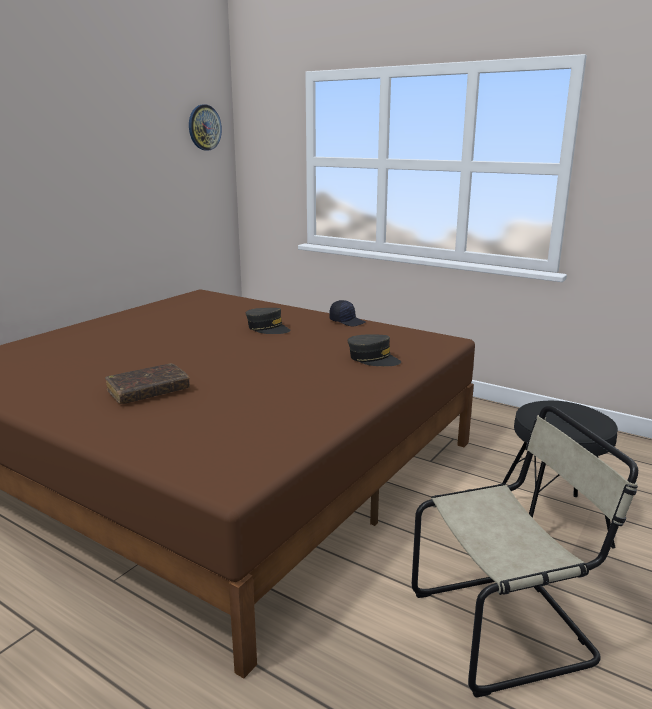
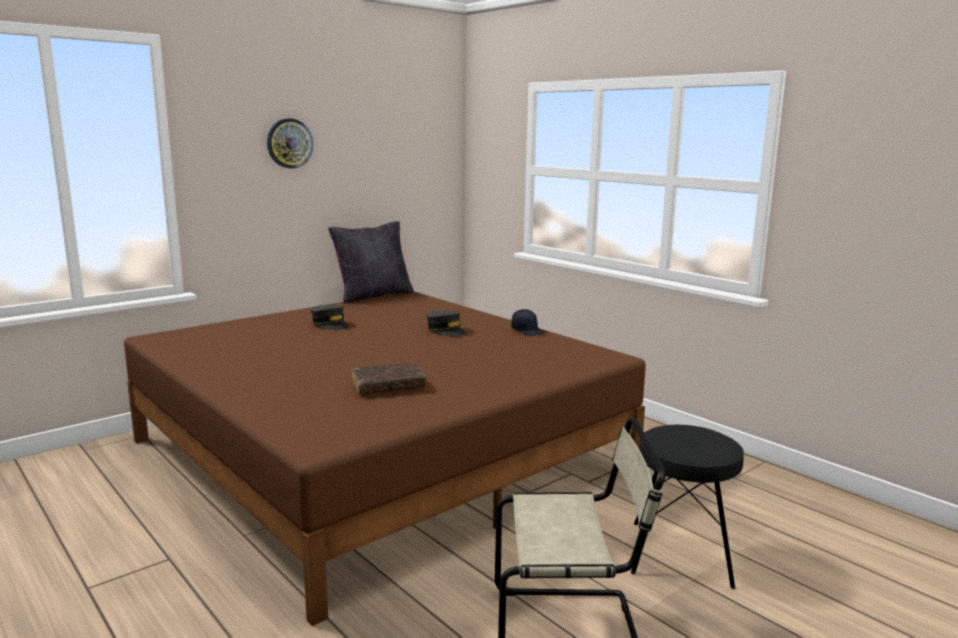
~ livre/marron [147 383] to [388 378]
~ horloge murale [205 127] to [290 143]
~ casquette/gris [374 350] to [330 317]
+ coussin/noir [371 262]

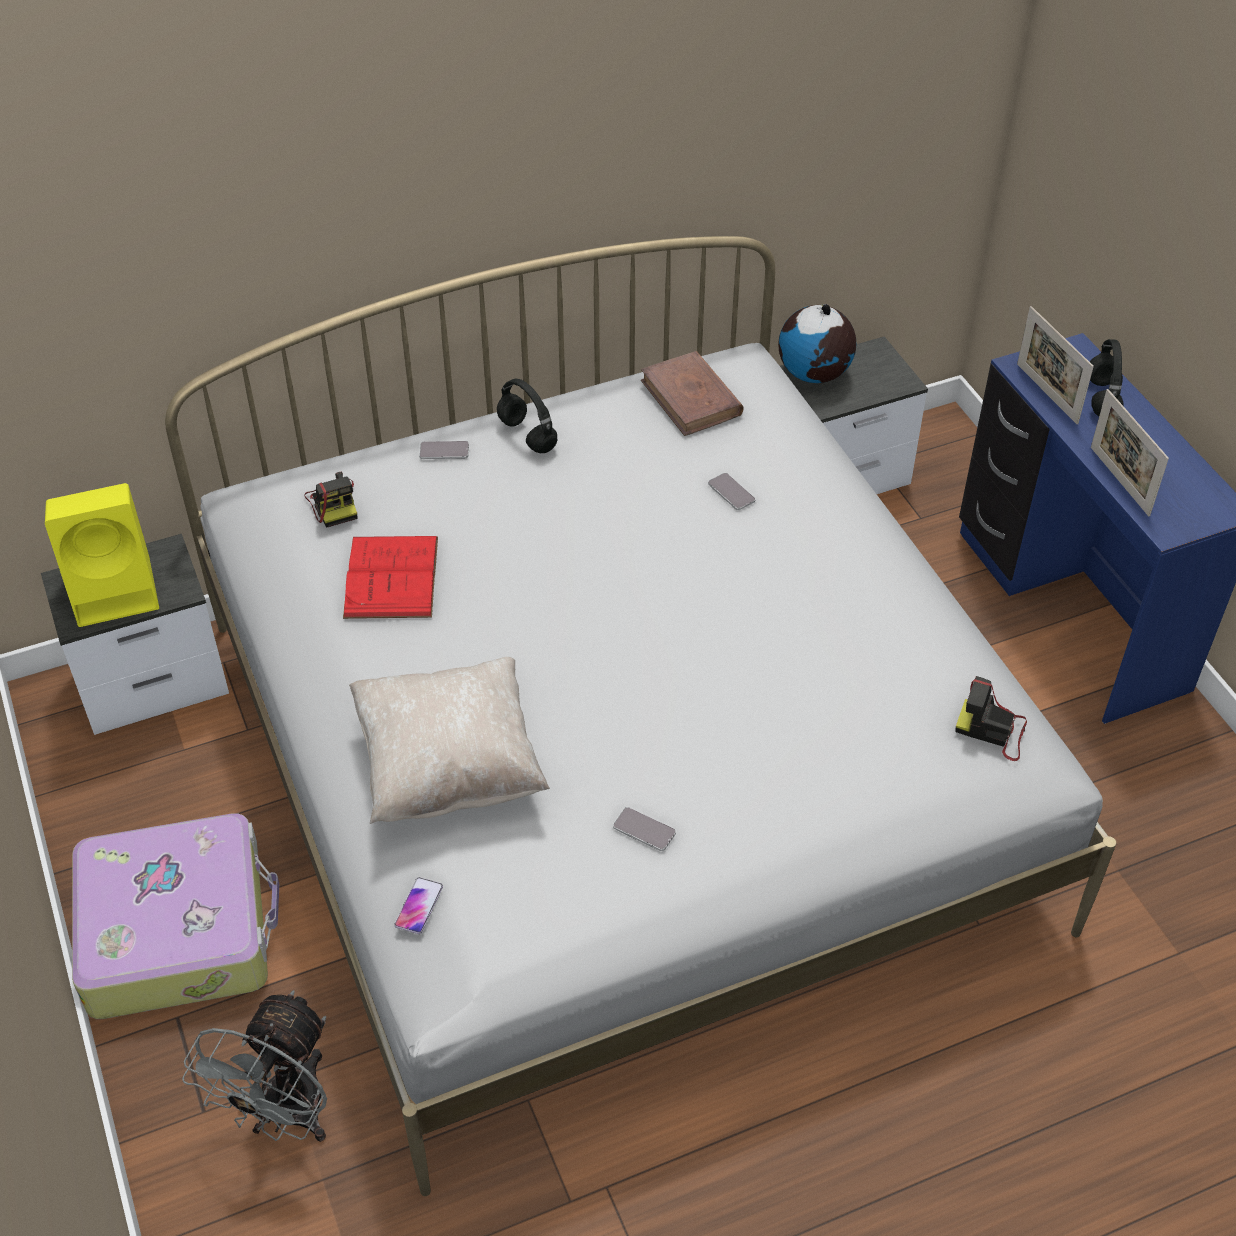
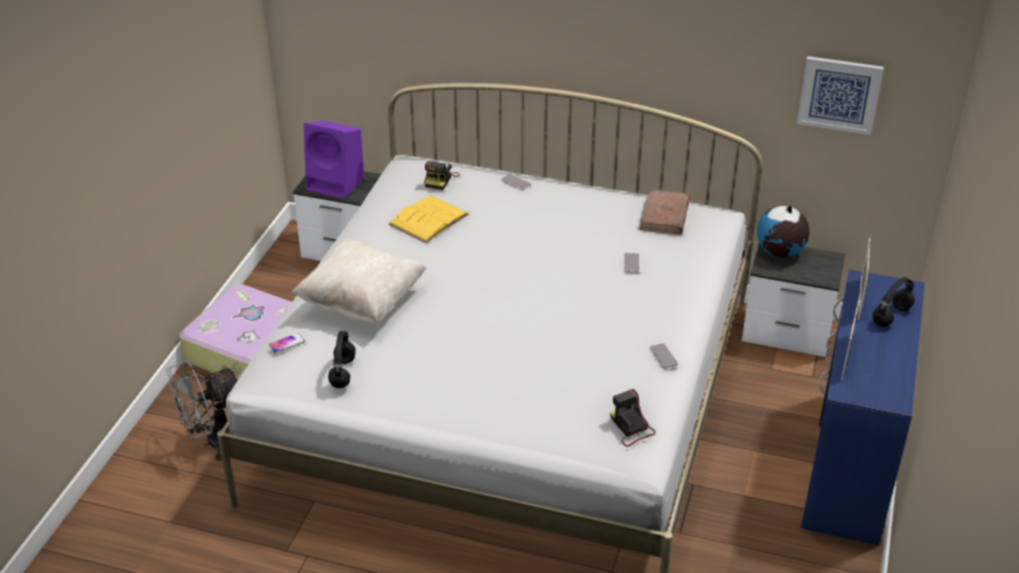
~ enceinte/jaune [102 555] to enceinte/violet [334 159]
~ livre/rouge [390 577] to livre/jaune [428 219]
~ casque audio/noir [527 416] to [342 359]
~ téléphone [644 829] to [664 355]
+ tableau [840 95]

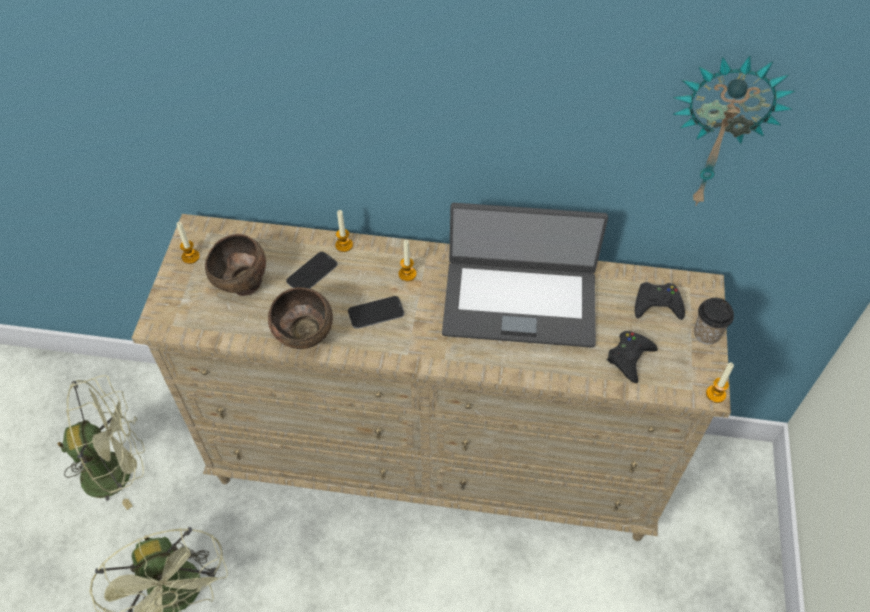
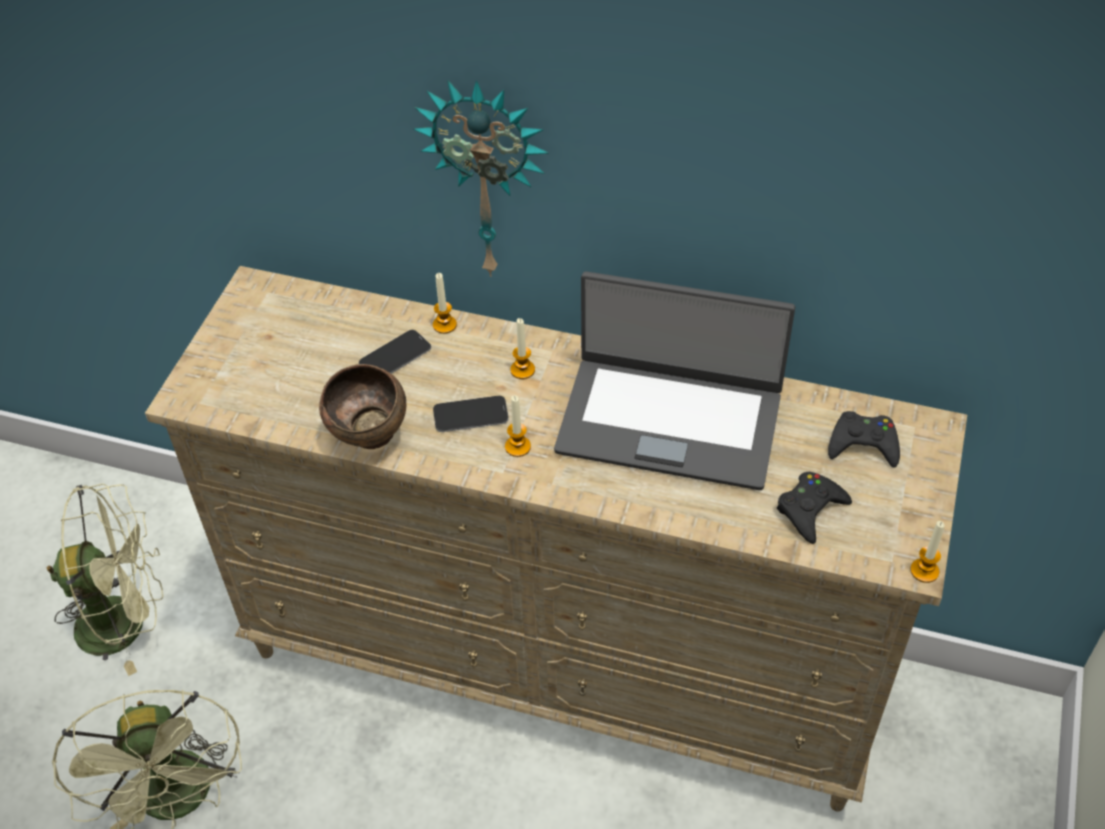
~ bougie [188 243] to [518 426]
- bol/marron [235 265]
~ horloge murale [734 131] to [481 178]
- tasse [714 321]

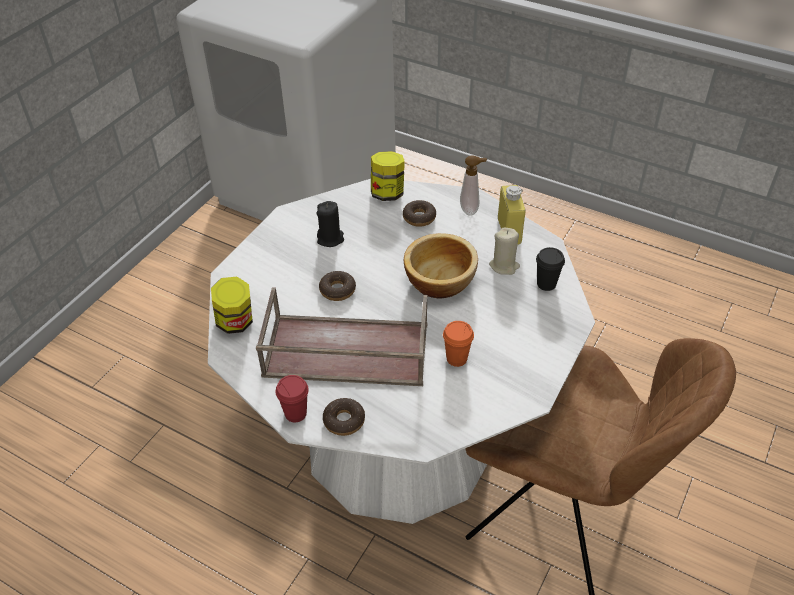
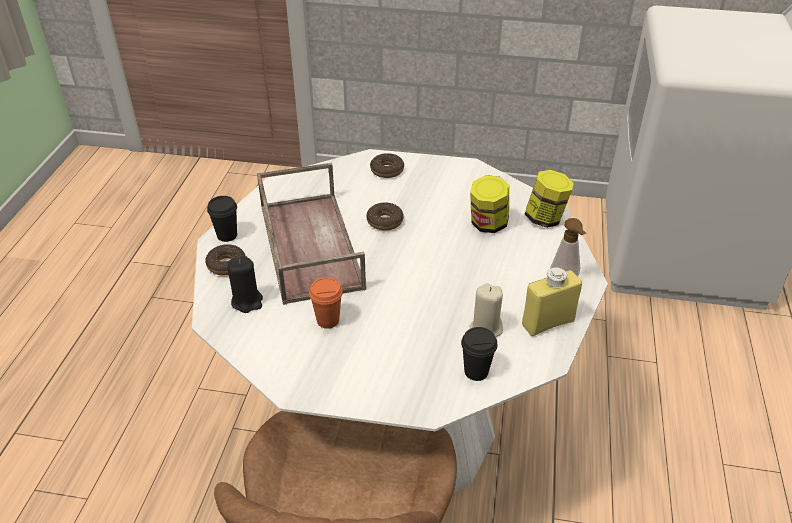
~ bocal [232 305] to [489 204]
~ tasse/rouge [292 398] to tasse/noir [222 219]
~ bougie/noir [330 224] to [245 284]
~ beignet [419 213] to [387 165]
- bol [441 266]

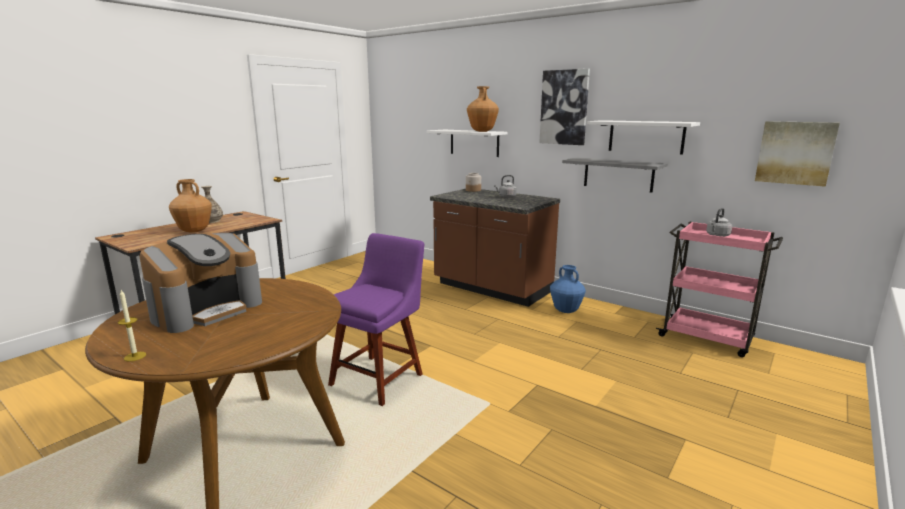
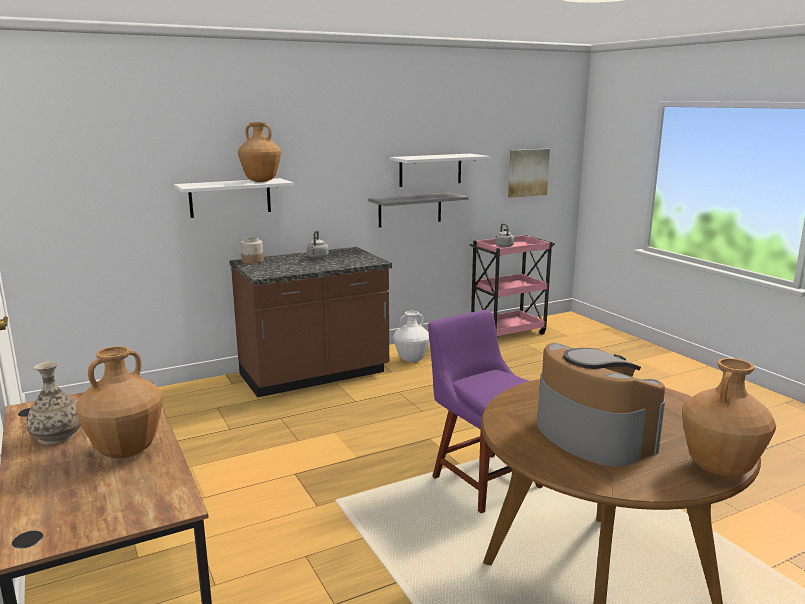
~ bougie [132 326] to vase/marron [729 417]
- tableau [564 107]
~ vase/bleu [568 289] to vase/blanc [411 336]

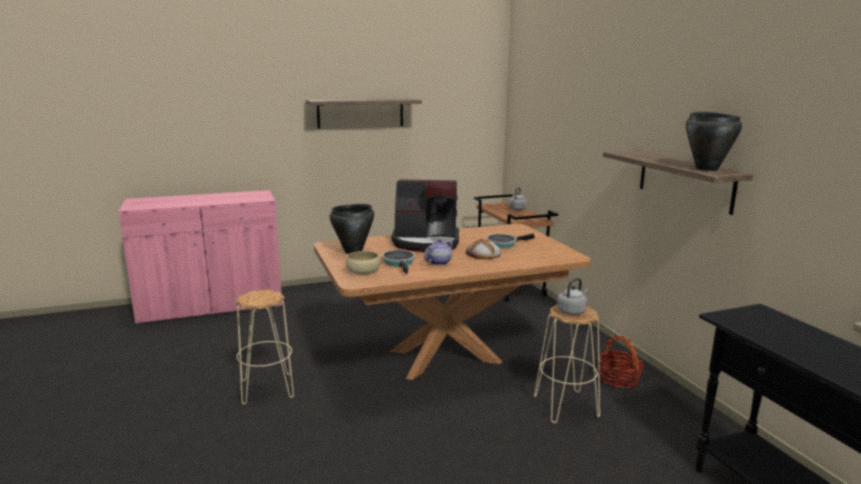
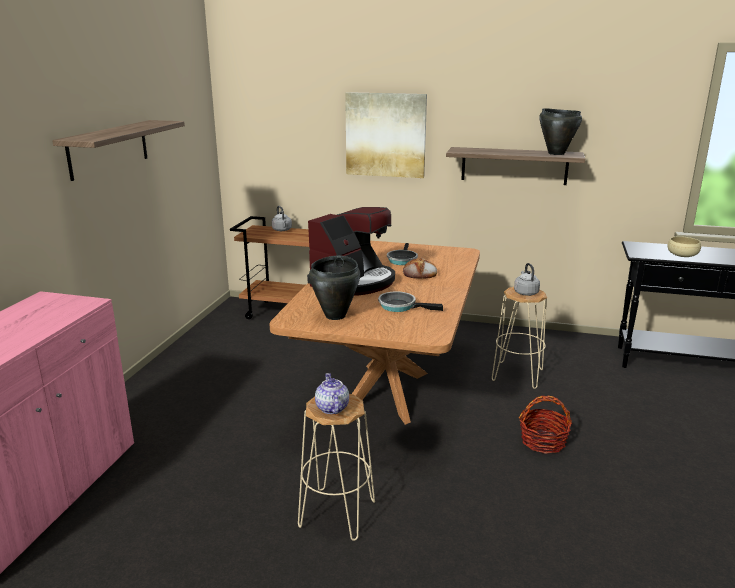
~ bol/beige [363 263] to [684 246]
~ théière [438 252] to [332 393]
~ panier [621 361] to [545 425]
+ tableau [386 135]

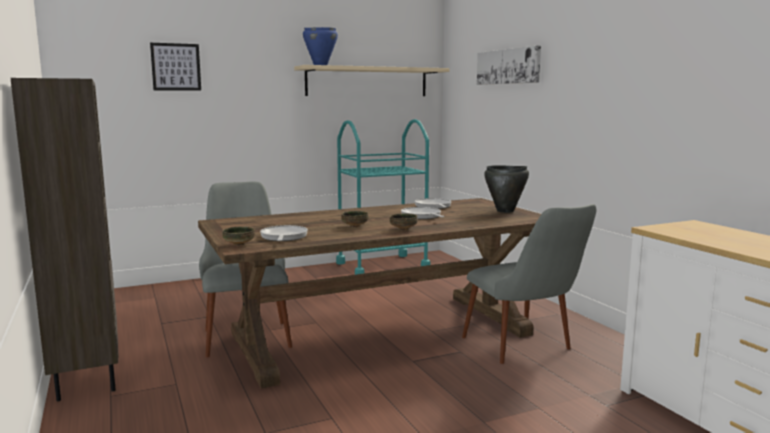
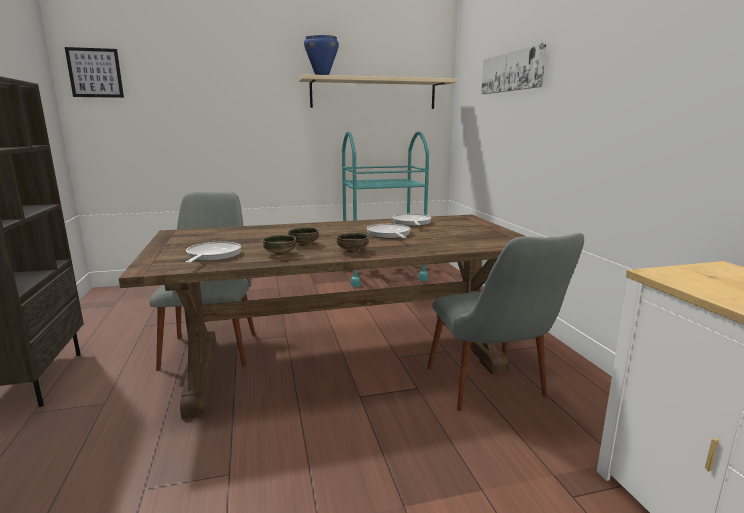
~ tableau [175 67] to [94 72]
~ bol [238 236] to [279 245]
- marmite/noir [506 189]

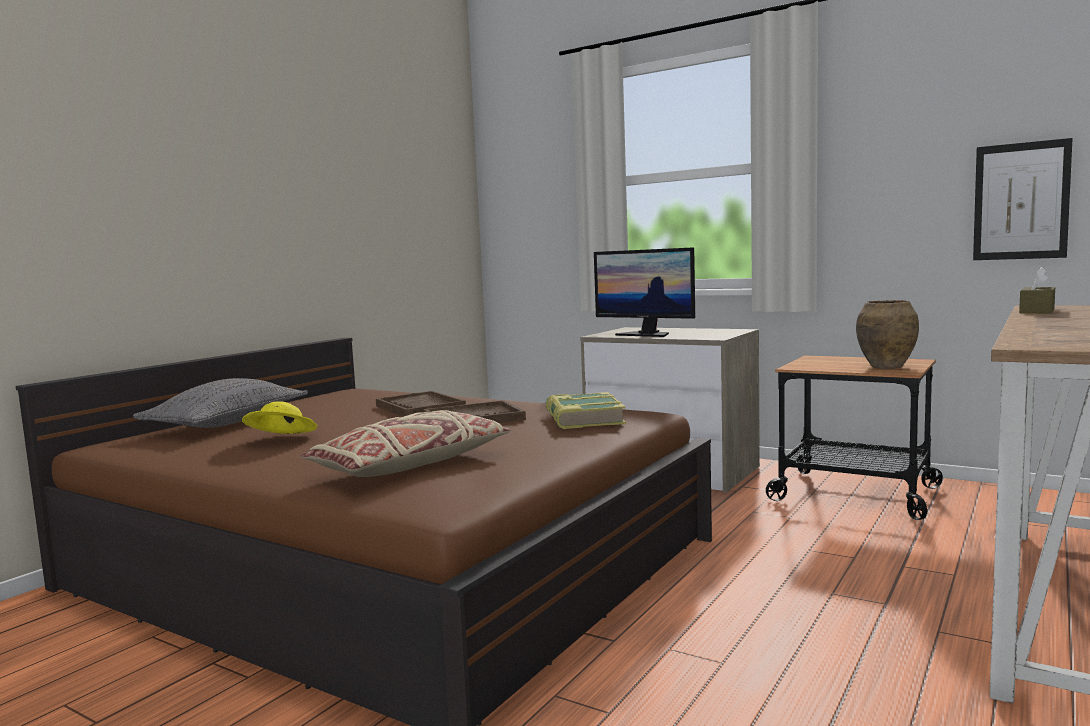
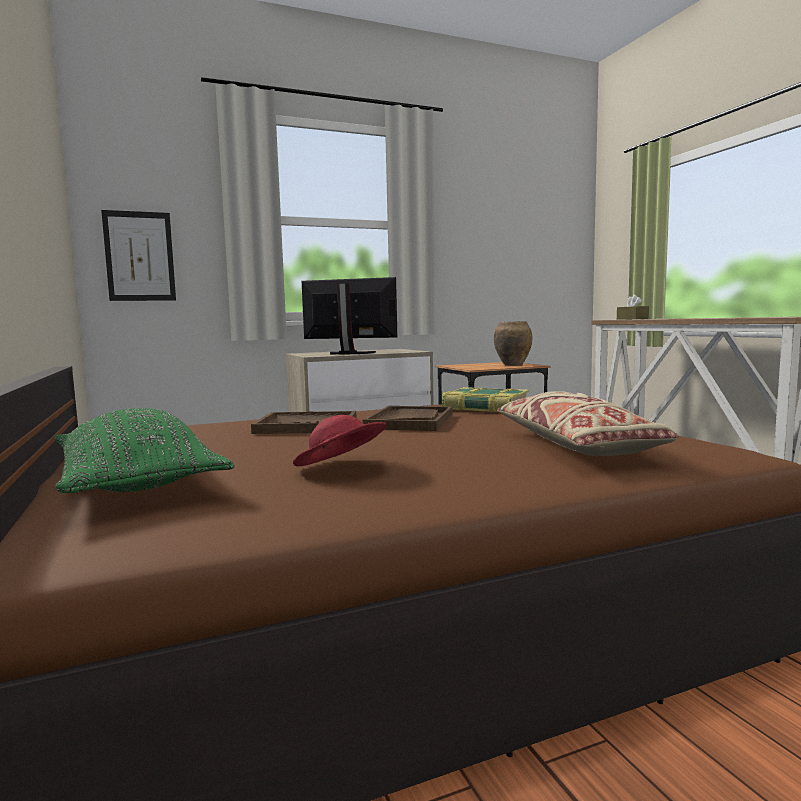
~ coussin/gris [220 403] to coussin/vert [144 450]
~ chapeau/jaune [279 417] to chapeau/rouge [339 440]
~ écran d'ordinateur [644 292] = [349 316] 150 degrees counterclockwise
~ tableau [1023 199] to [138 255]

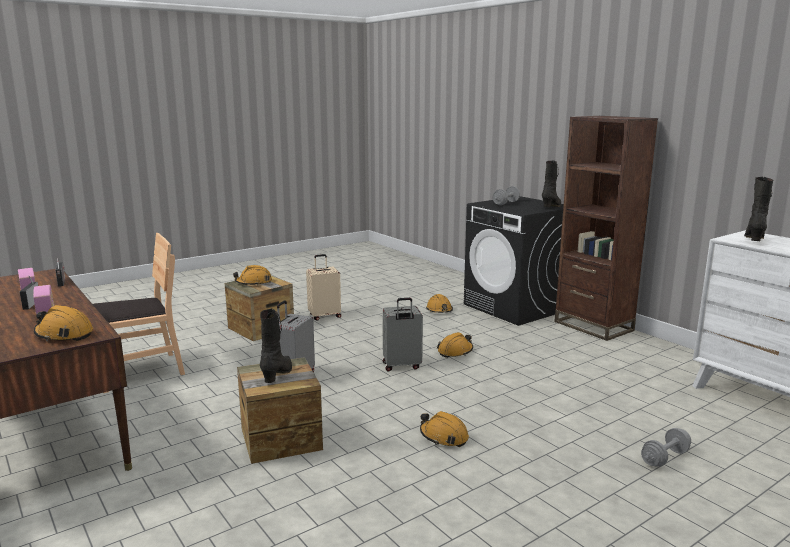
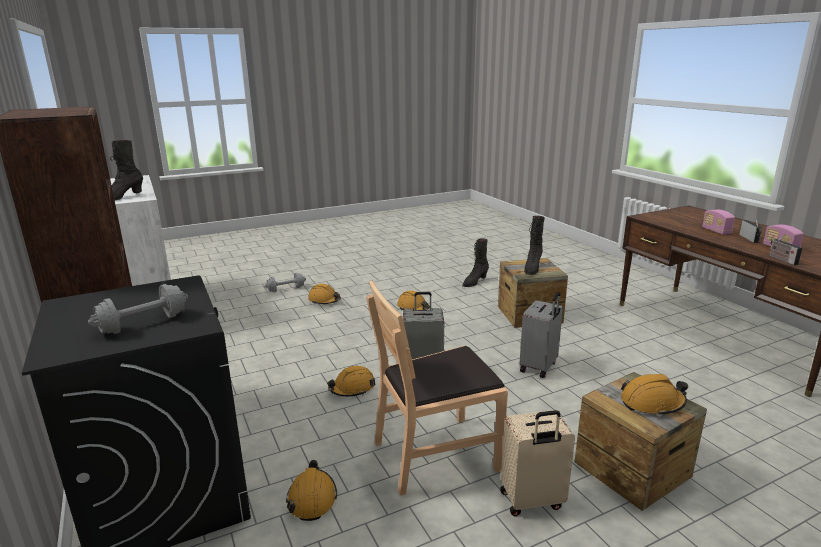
~ casque de chantier/orange [63 323] to [324 294]
~ chaise/marron [139 313] to [437 388]
~ botte/noir [551 183] to [475 262]

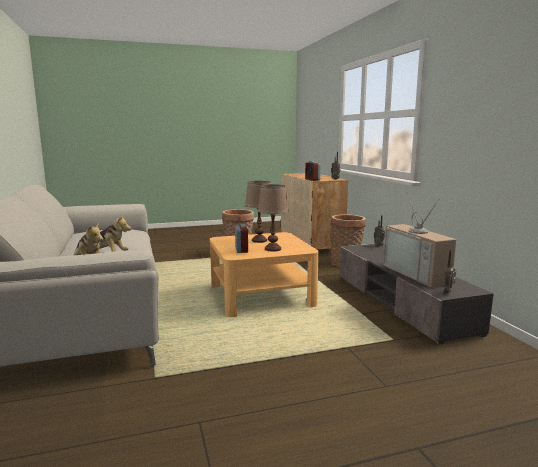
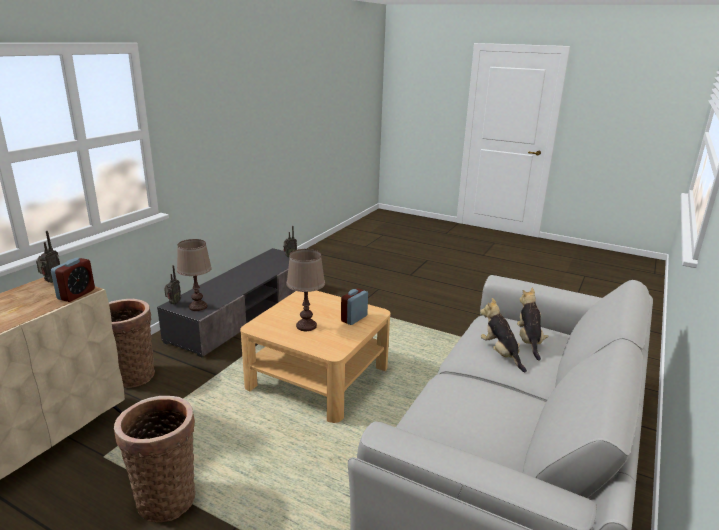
~ lampe de table/marron [273 218] to [194 275]
- téléviseur [419 239]

